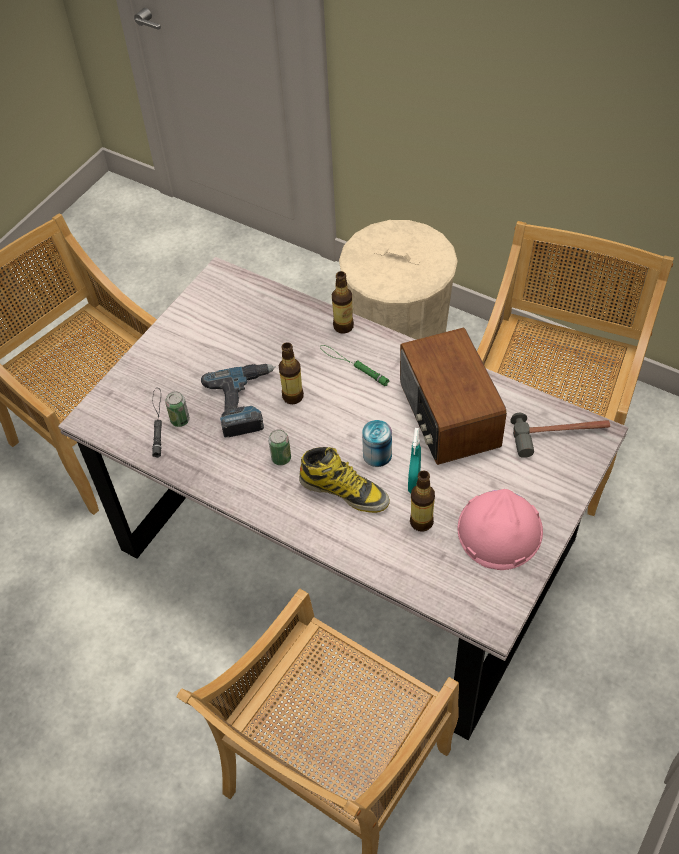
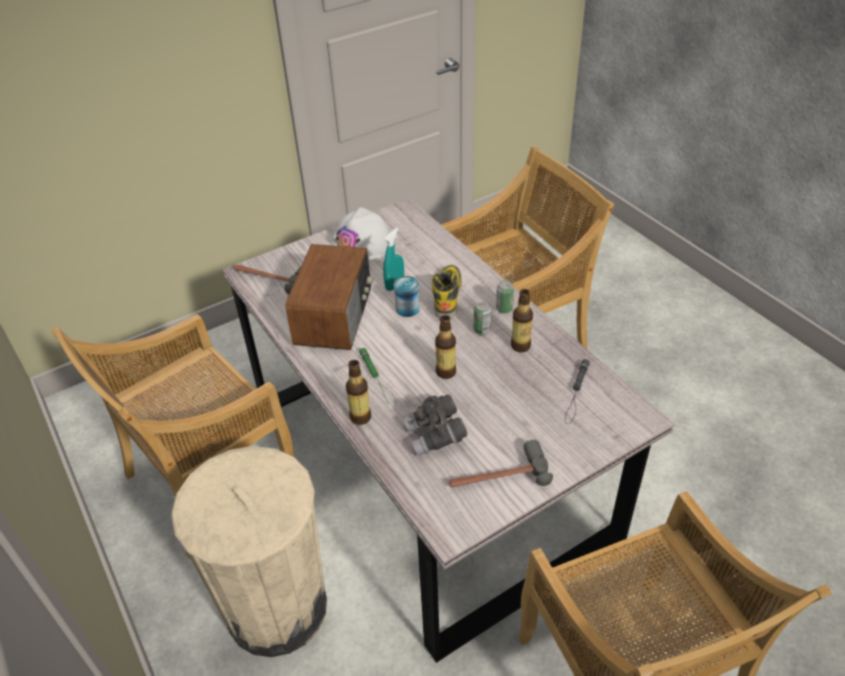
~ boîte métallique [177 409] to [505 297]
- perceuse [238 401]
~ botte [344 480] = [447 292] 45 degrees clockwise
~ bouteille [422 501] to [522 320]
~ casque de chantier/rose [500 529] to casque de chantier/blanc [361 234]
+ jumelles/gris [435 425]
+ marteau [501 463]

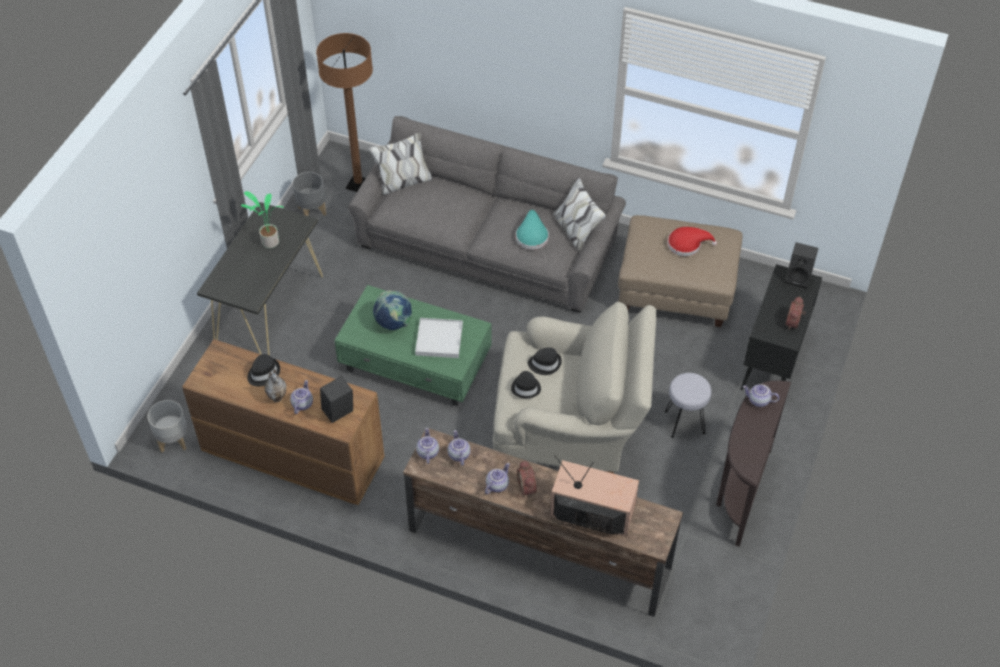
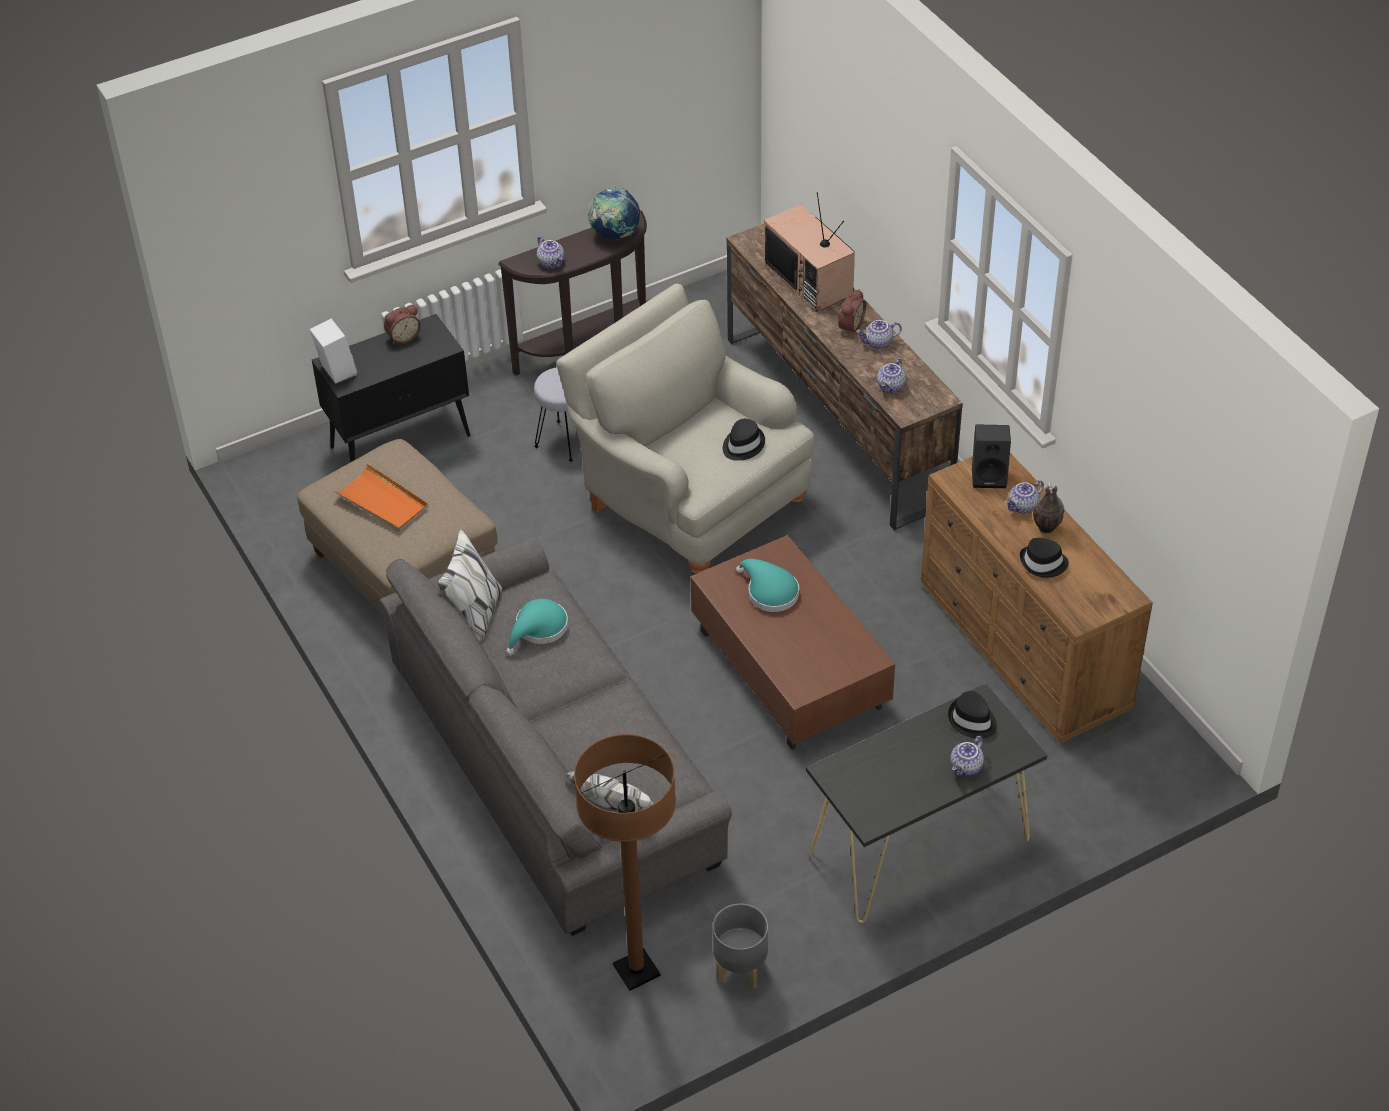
- cache-pot/gris [167 426]
- plante en pot [262 219]
~ table basse/vert [413 345] to table basse/marron [792 642]
~ globe [392 310] to [614 213]
~ plateau/blanc [439 338] to chapeau/turquoise [767 585]
~ théière [427 446] to [967 756]
~ chapeau/noir [545 361] to [972 714]
~ chapeau/rouge [692 241] to plateau/orange [381 497]
~ enceinte/noir [801 265] to enceinte/blanc [333 351]

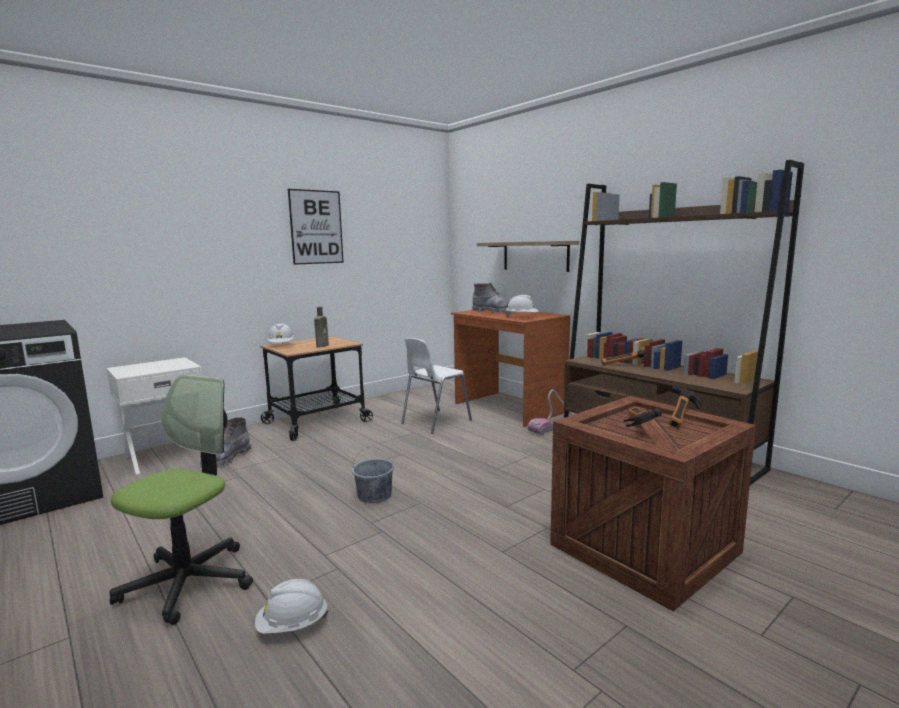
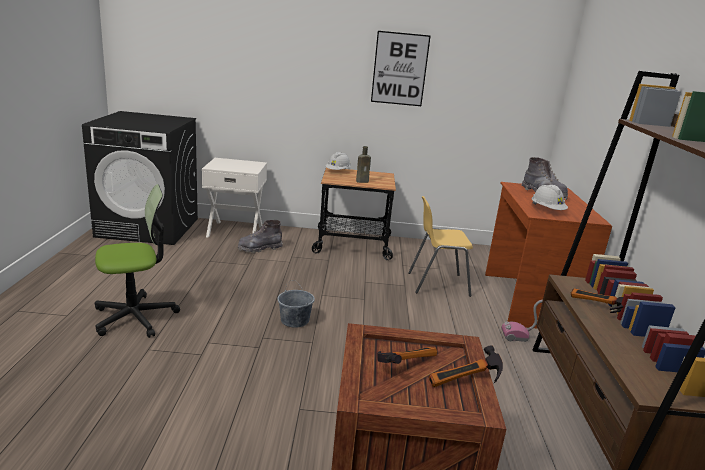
- casque de chantier/blanc [292 606]
~ chaise/blanc [436 386] to chaise/jaune [440 246]
- étagère [528 256]

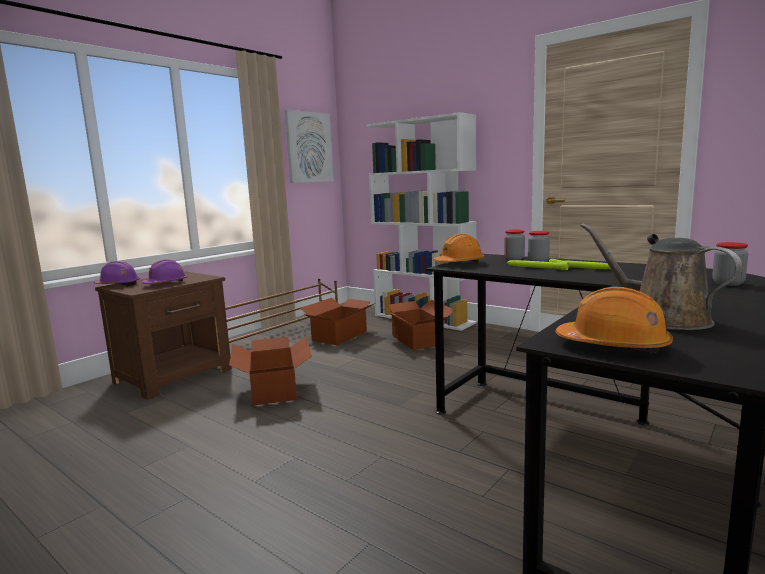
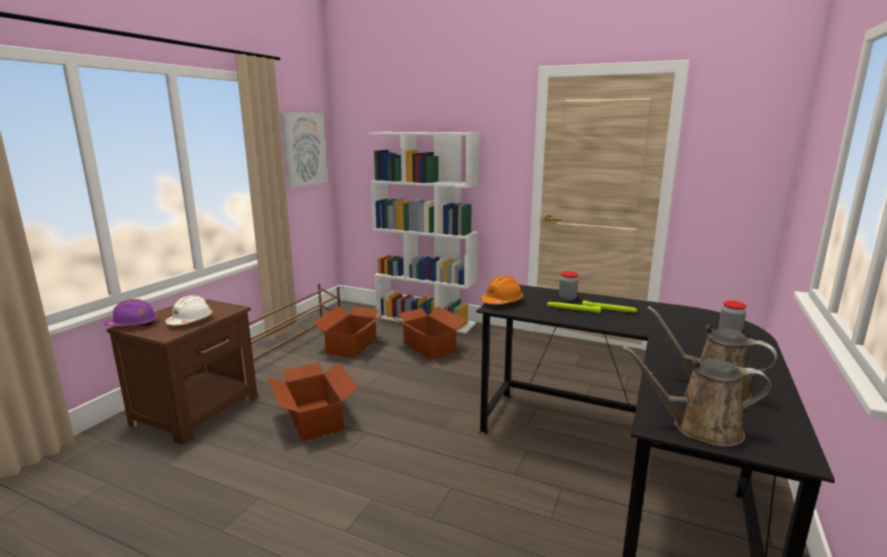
~ casque de chantier/violet [164 271] to casque de chantier/blanc [189 310]
- bocal [514 245]
~ casque de chantier/orange [614 320] to arrosoir/marron [697 396]

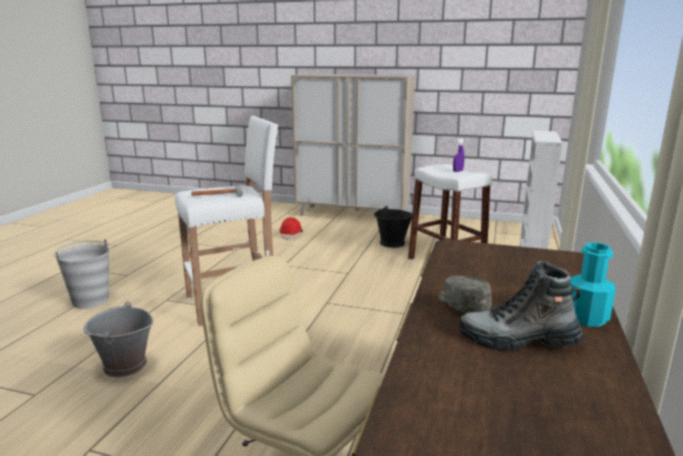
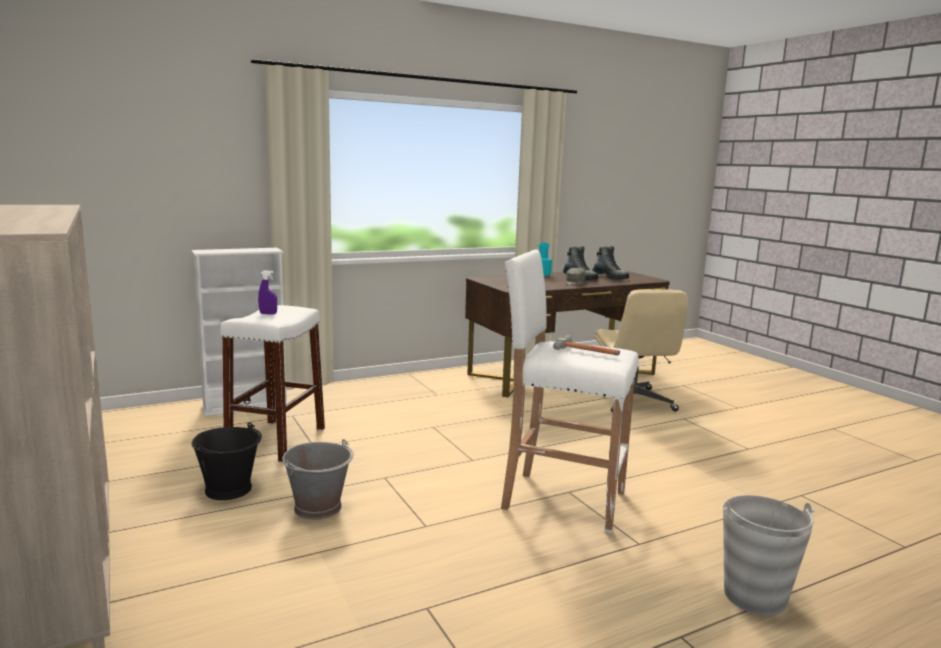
~ seau/gris [118 339] to [318 479]
- casque de chantier/rouge [291 229]
+ botte [610 263]

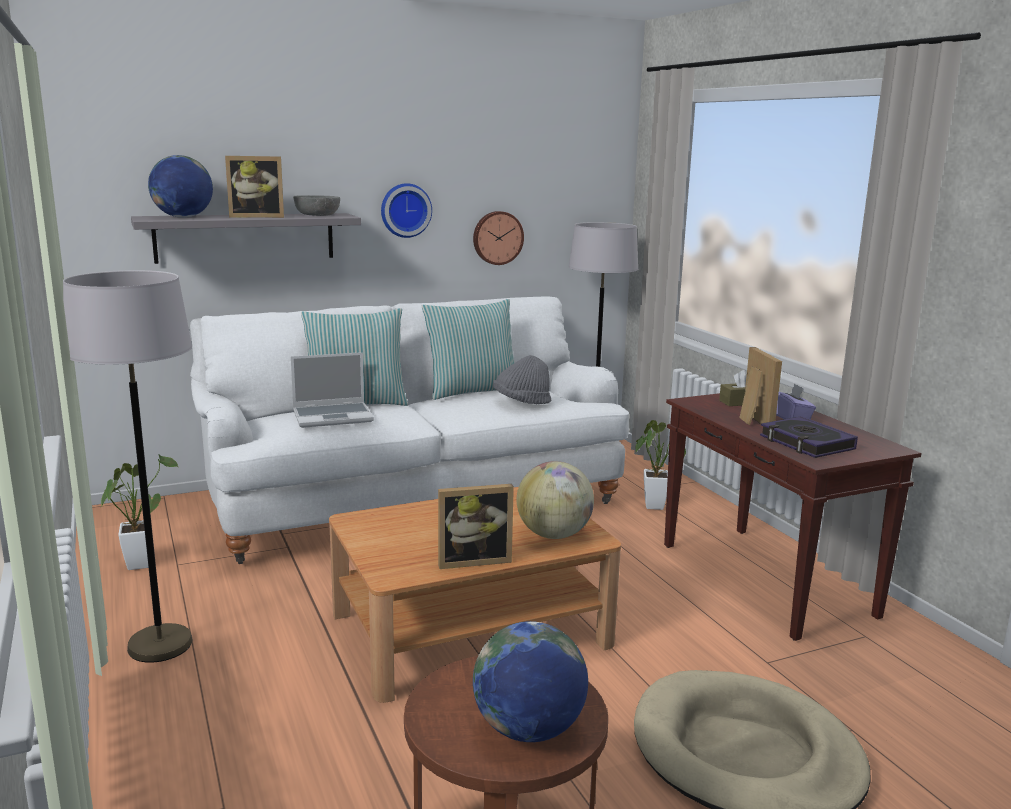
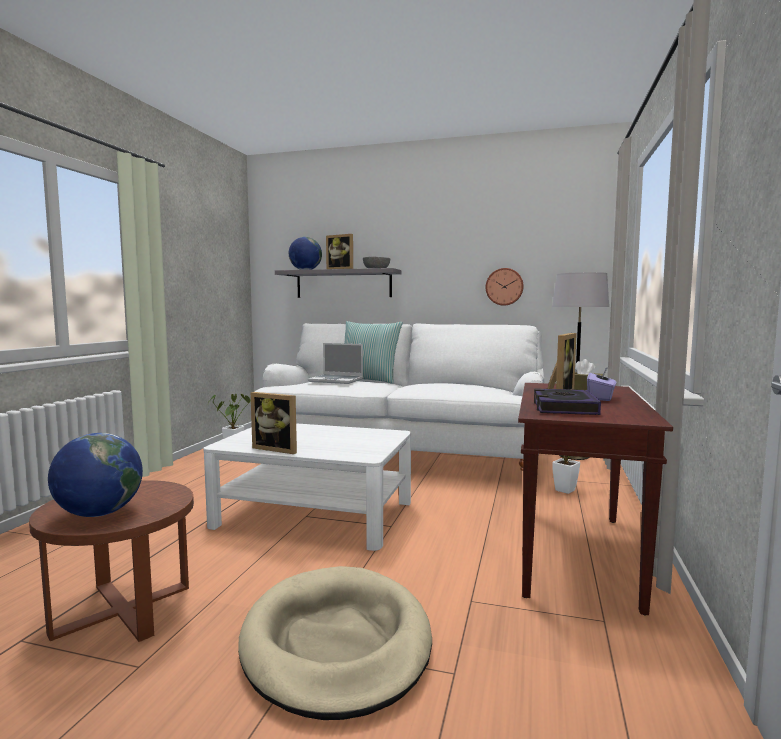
- lampadaire/gris [127 466]
~ table basse/marron [475 595] to table basse/blanc [307 487]
- horloge murale [406 210]
- coussin [468 349]
- chapeau/gris [522 379]
- globe [555 500]

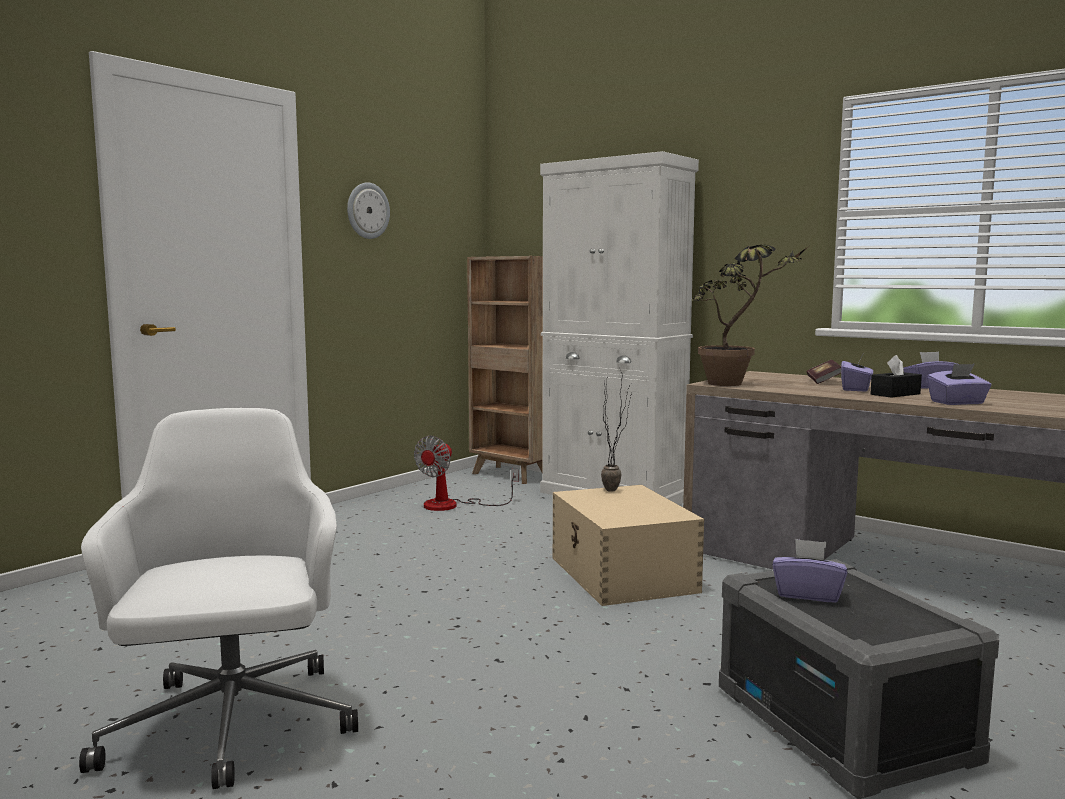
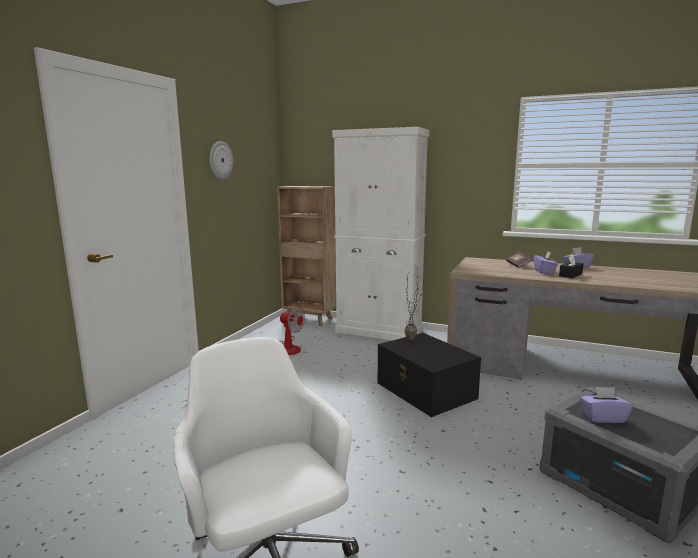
~ ventilateur [466 473] = [292 331] 75 degrees counterclockwise
~ boîte de rangement/beige [628 545] to boîte de rangement/noir [429 375]
- plante en pot [751 315]
- boîte à mouchoirs/violet [959 384]

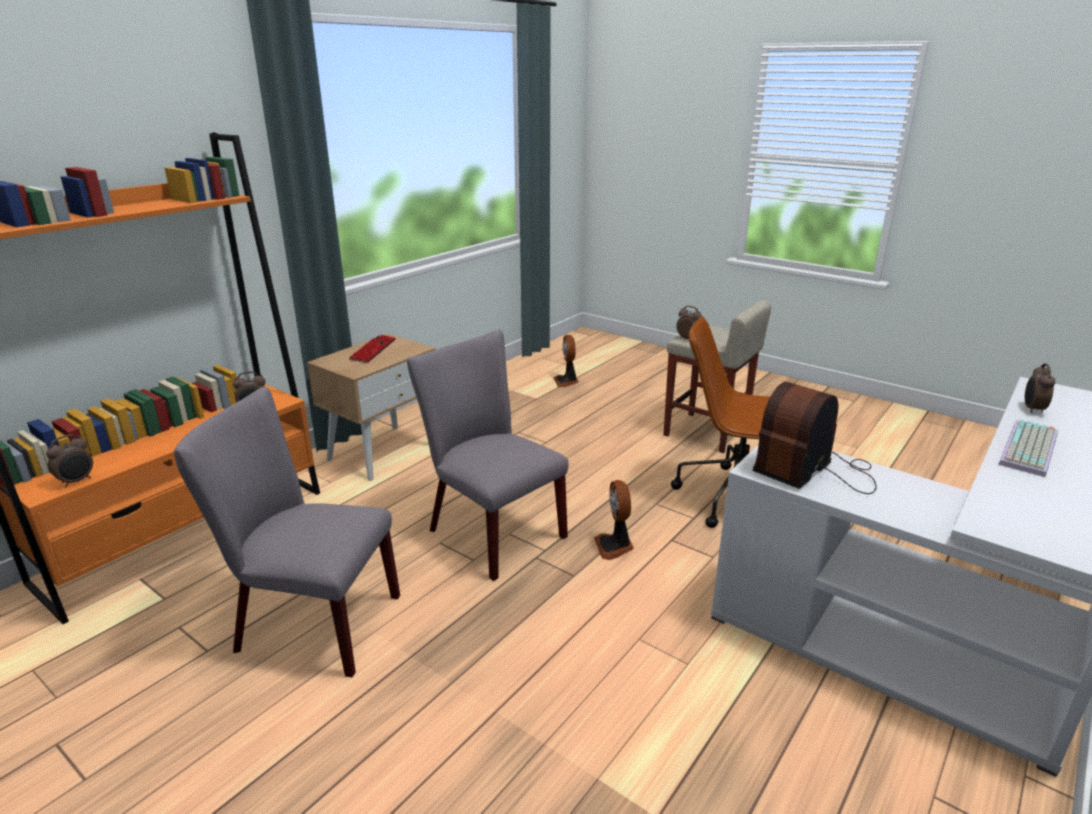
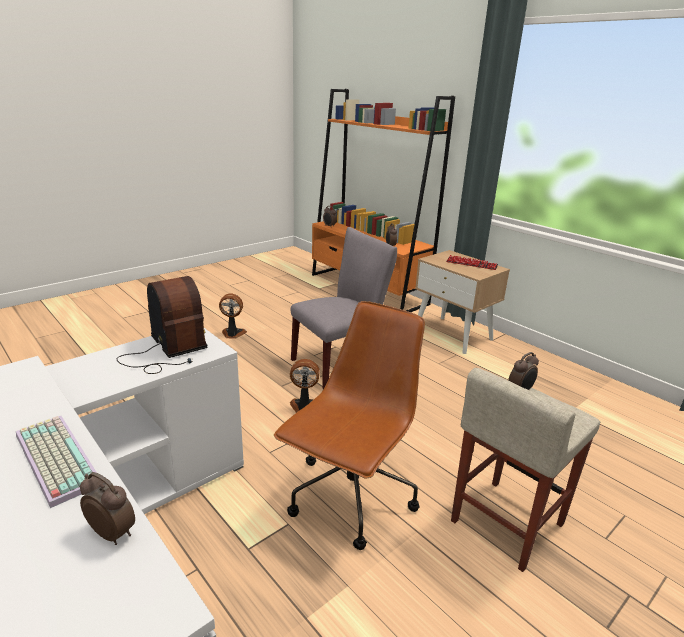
- chaise/gris [287 532]
~ ventilateur [566 361] to [233 316]

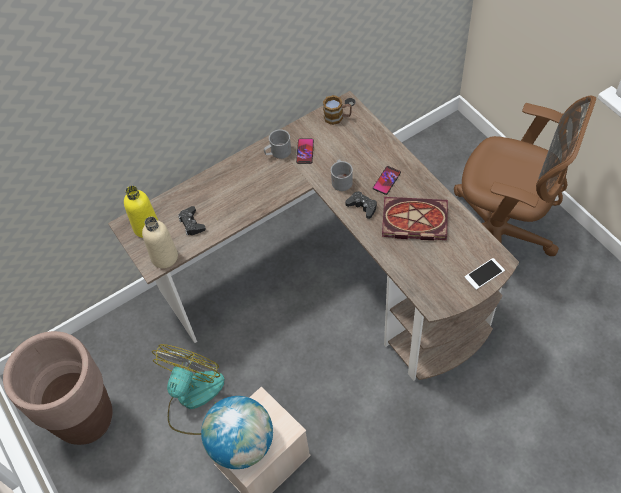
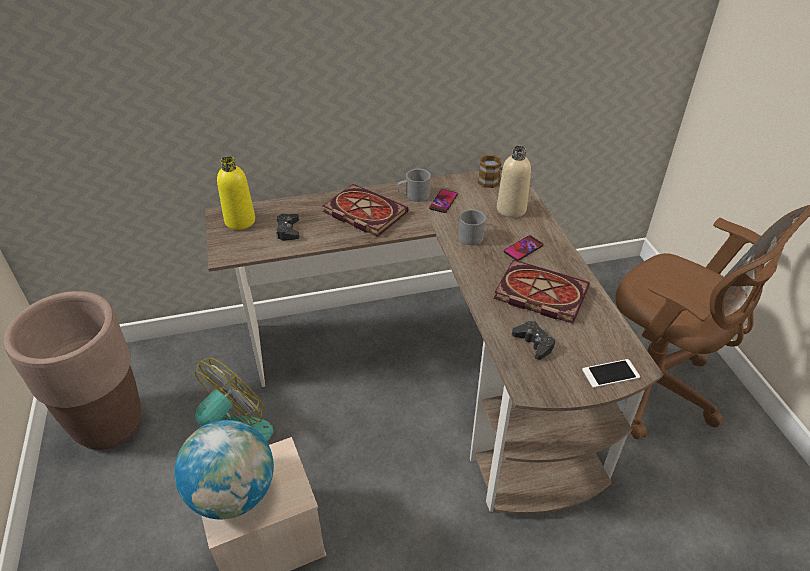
~ bouteille/beige [160 243] to [514 182]
~ manette/noir [361 205] to [533 340]
+ livre [365 210]

